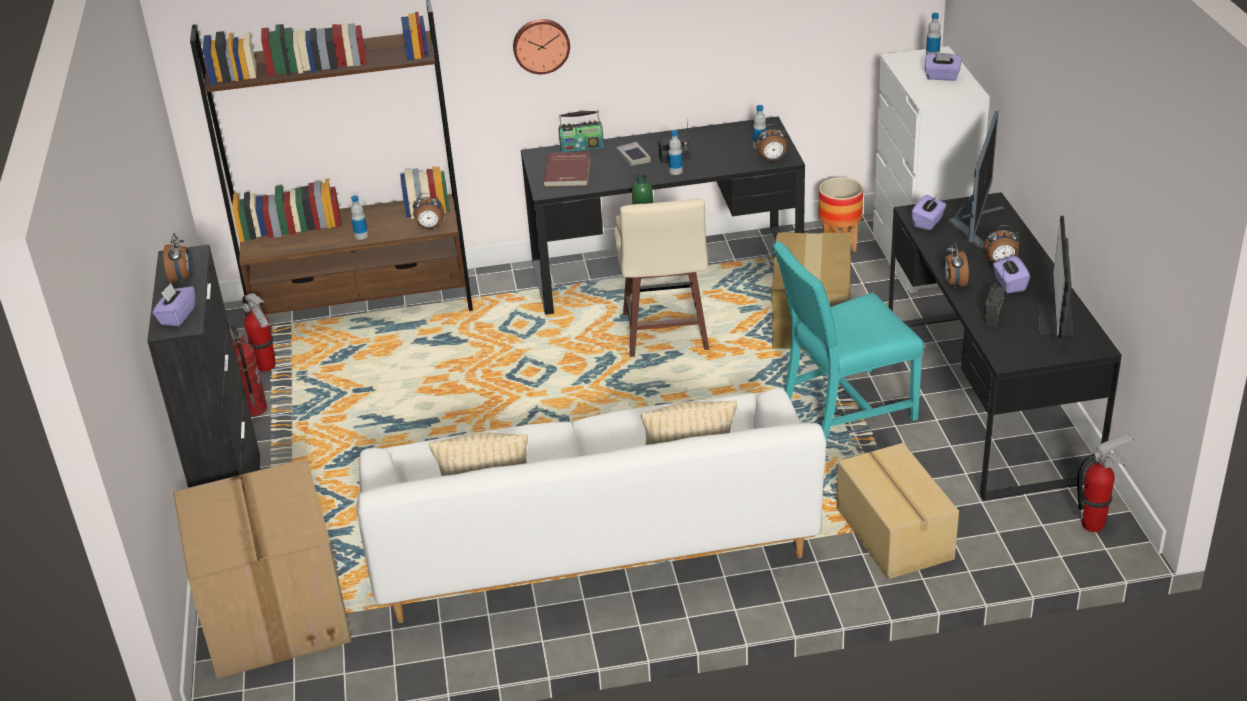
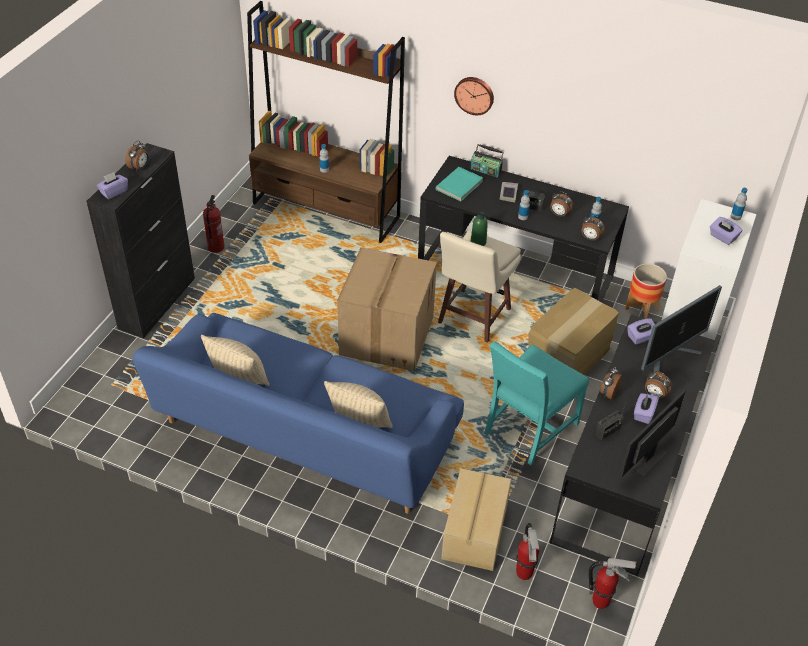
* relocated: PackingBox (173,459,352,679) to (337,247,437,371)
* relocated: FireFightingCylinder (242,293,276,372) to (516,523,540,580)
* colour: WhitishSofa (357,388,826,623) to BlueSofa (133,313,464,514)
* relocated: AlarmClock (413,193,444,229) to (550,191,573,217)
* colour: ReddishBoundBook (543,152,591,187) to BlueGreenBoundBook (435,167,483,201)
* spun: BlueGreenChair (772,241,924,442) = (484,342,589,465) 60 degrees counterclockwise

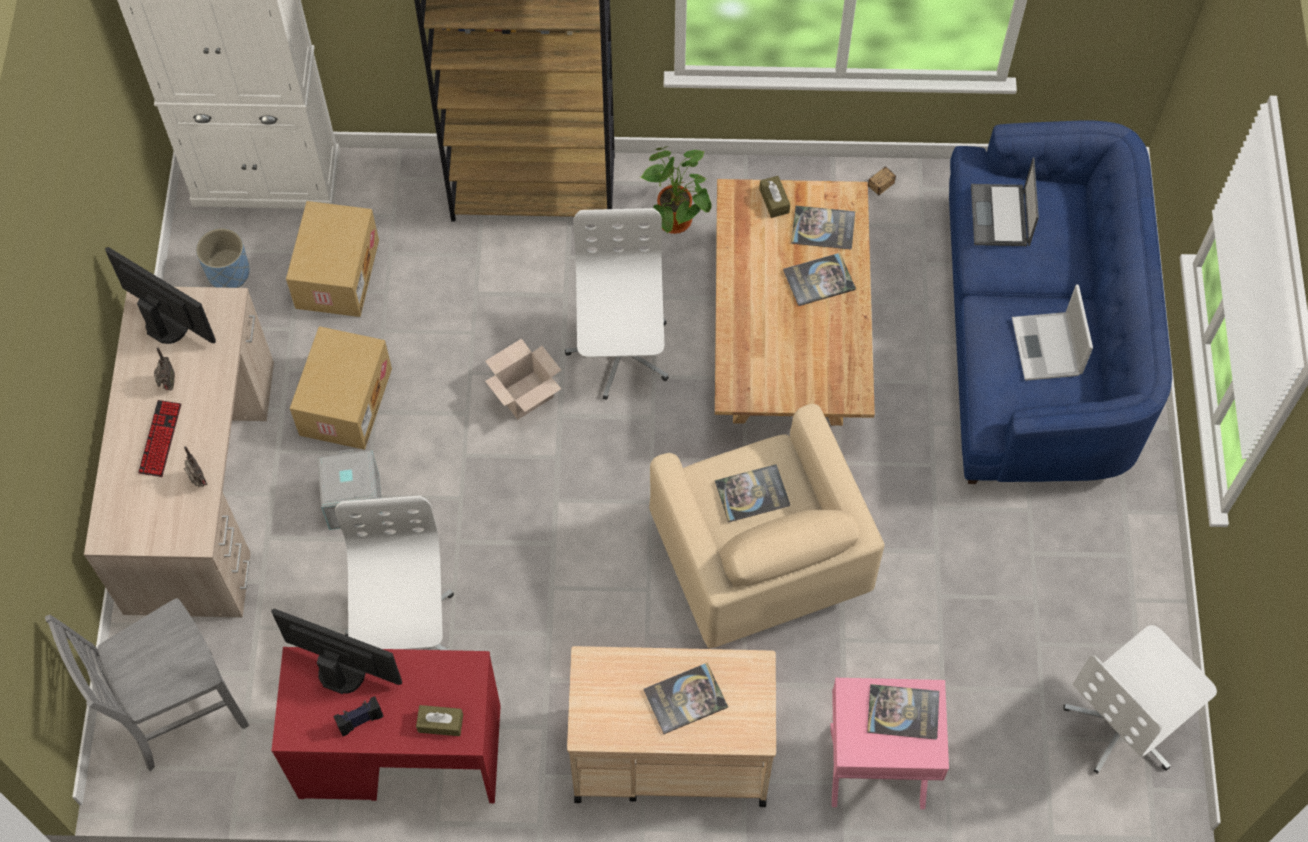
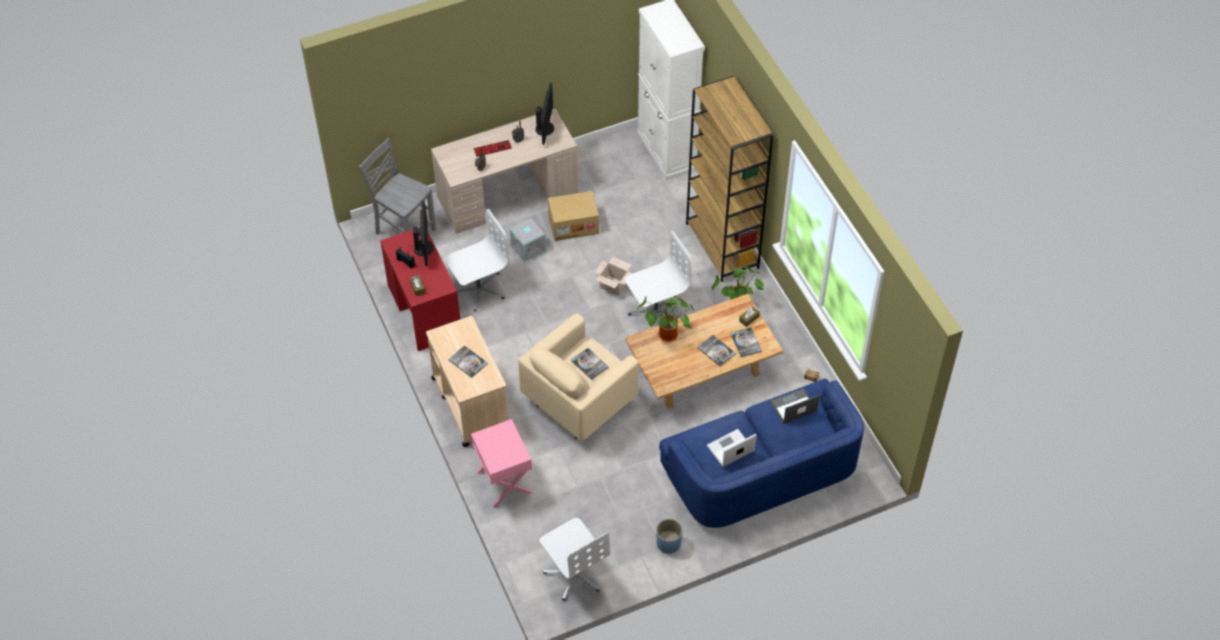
* relocated: BlueFlowerPot (196,228,250,288) to (656,519,683,554)
* missing: PackingBox (286,201,379,317)
* missing: BoundBook (867,684,939,740)
* spun: WhitishDeskChair (1063,625,1217,774) = (539,518,610,600) 150 degrees counterclockwise
* appeared: PottedPlant (637,296,694,342)

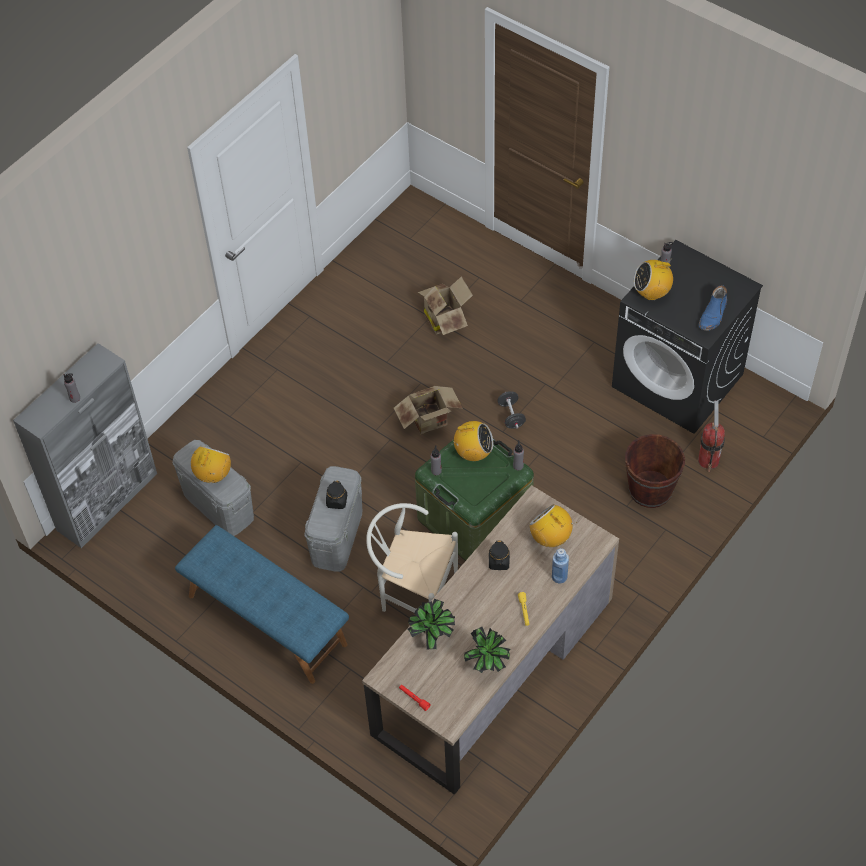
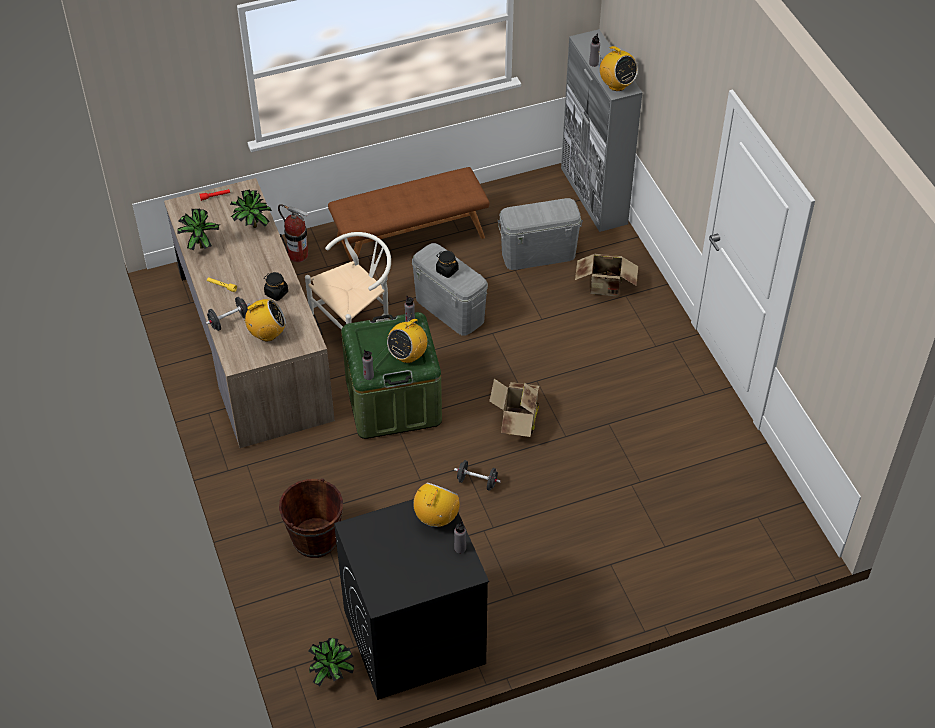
* colour: BlueLongSeat (175,525,349,684) to BrownLongSeat (328,167,490,262)
* relocated: RadioReceiver (191,446,231,483) to (600,46,638,91)
* relocated: PackingBox (418,277,473,335) to (575,254,638,297)
* exchanged: BlueBottle (552,548,569,584) to BlackHandWeight (205,297,250,331)
* relocated: FireFightingCylinder (698,401,725,472) to (278,204,309,262)
* missing: BlueBoot (699,285,727,331)
* appeared: PottedPlant (308,638,354,686)

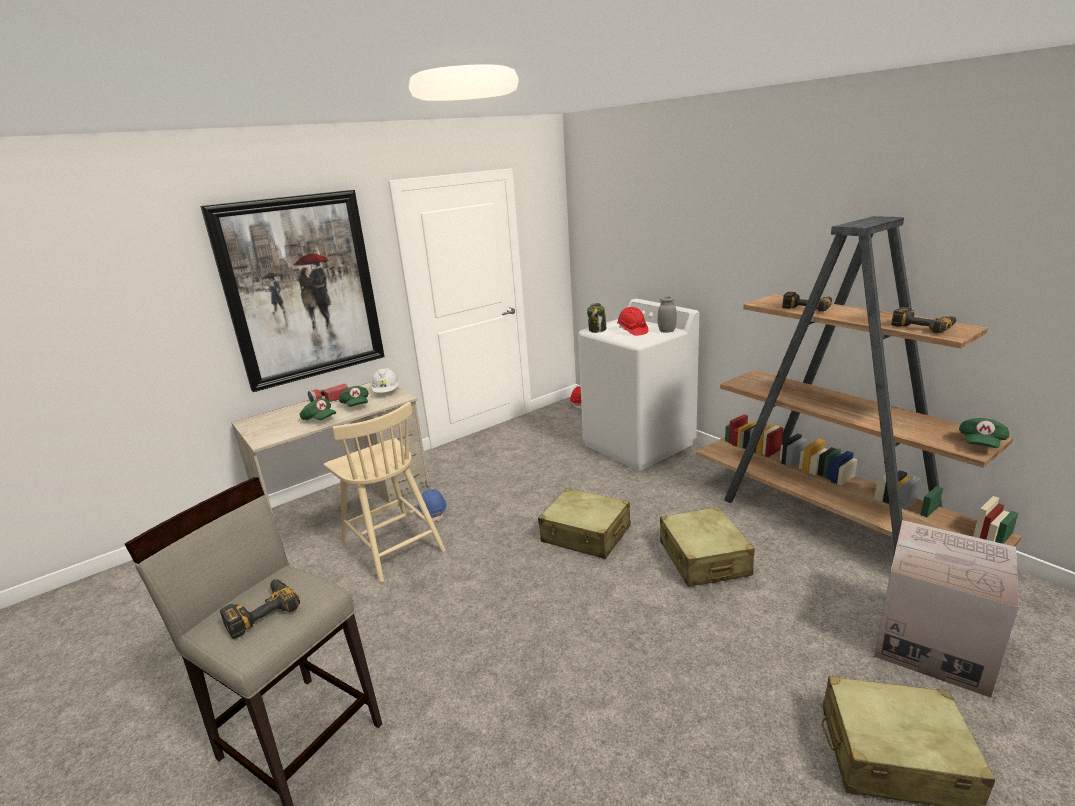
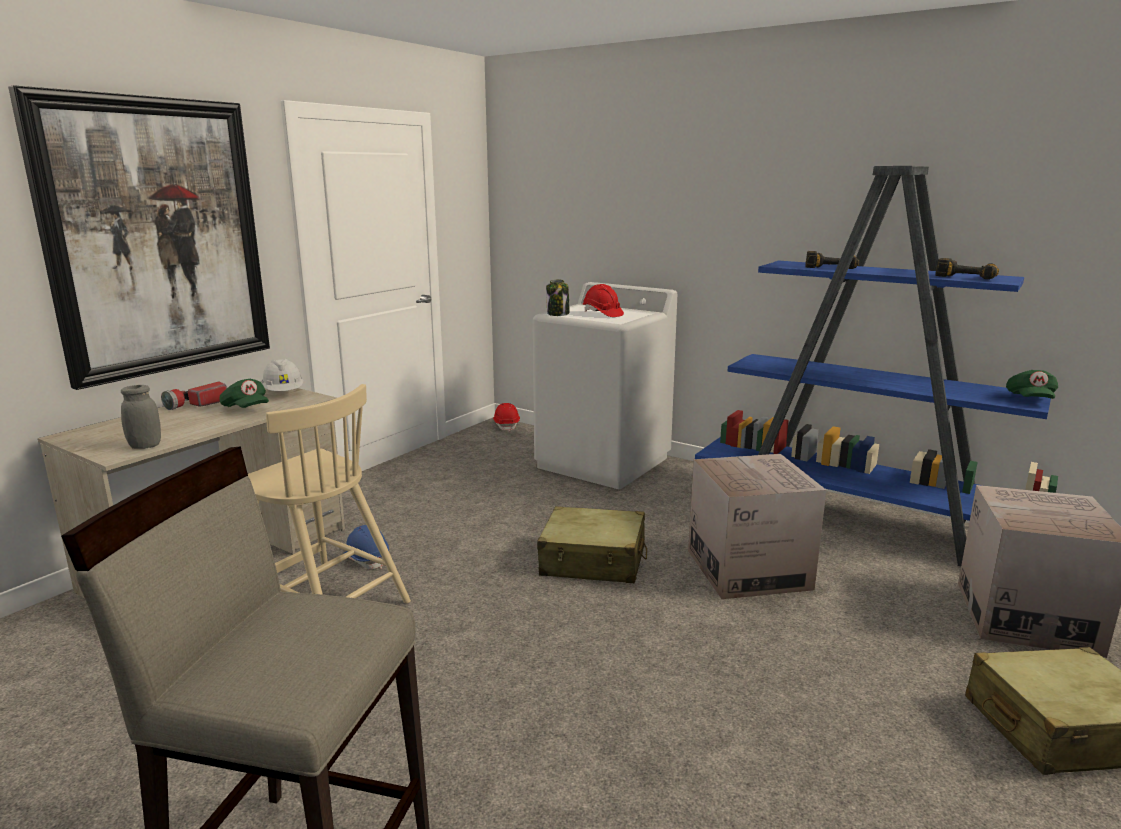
* missing: PowerDrill (220,579,300,639)
* missing: GreenishCap (300,398,336,420)
* relocated: GrayJar (658,297,677,332) to (121,385,161,449)
* exchanged: BeigeTravelCase (660,507,755,587) to PackingBox (688,454,826,599)
* colour: BrownBookshelf (696,216,1022,551) to BlueBookshelf (695,166,1058,567)

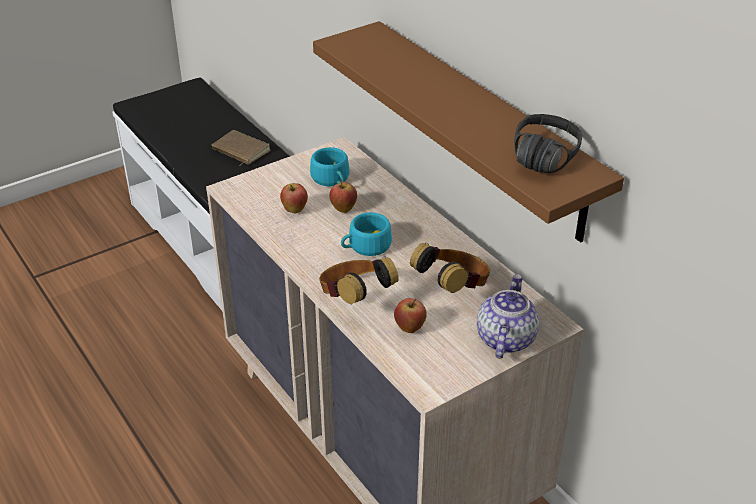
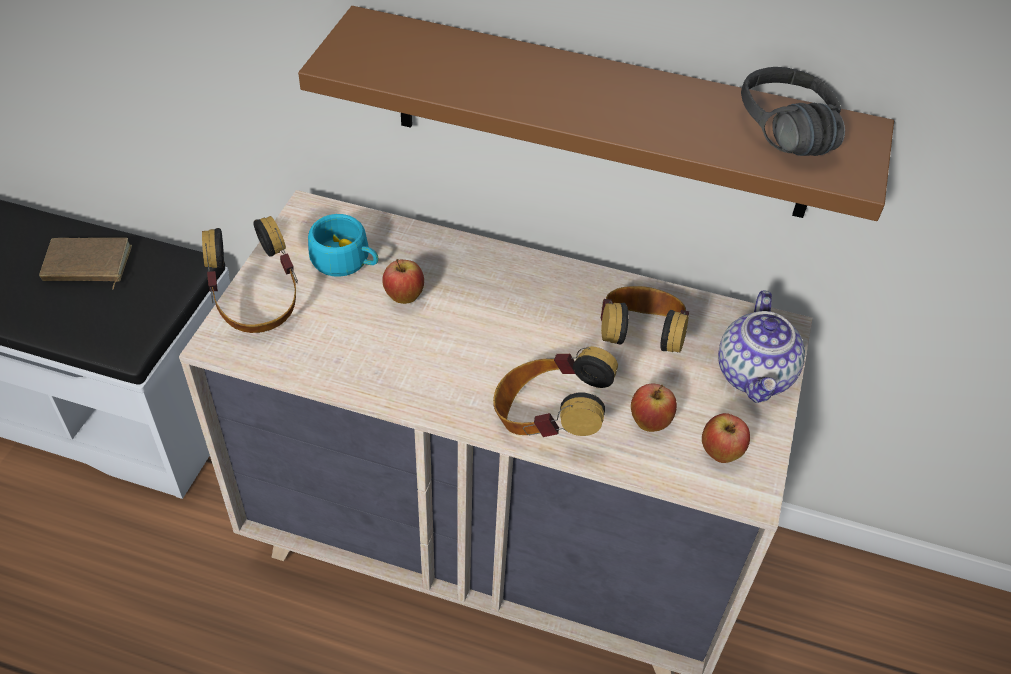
* relocated: AppleFruit (280,183,308,213) to (702,413,750,463)
* missing: BlueGreenDrinkingCup (341,212,392,256)
* spun: Teapot (477,274,539,359) = (718,290,805,403) 150 degrees counterclockwise
* appeared: Headset (202,216,298,333)

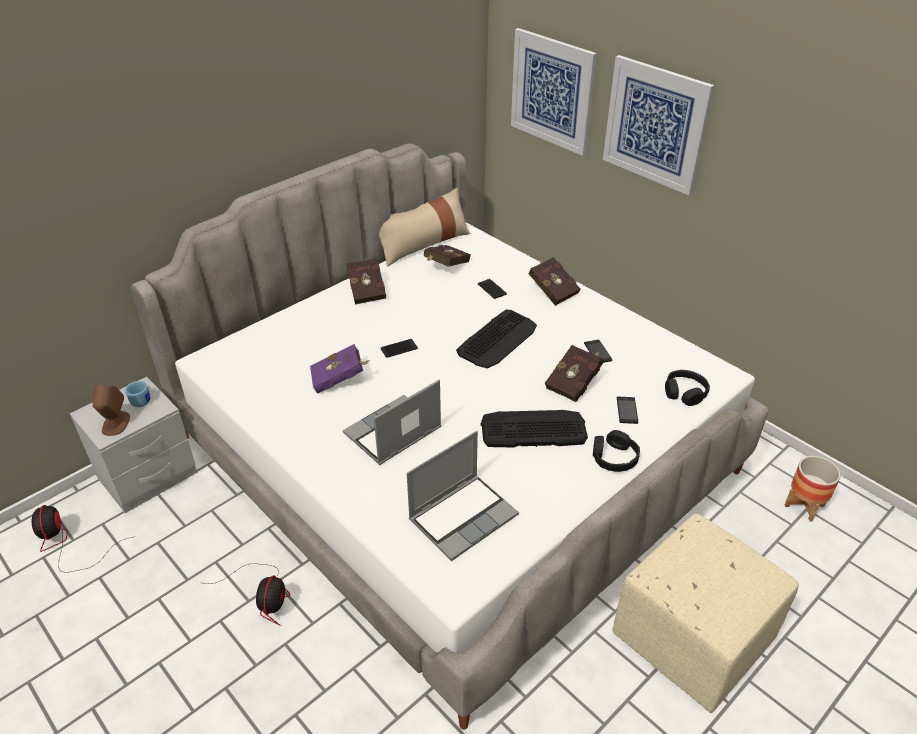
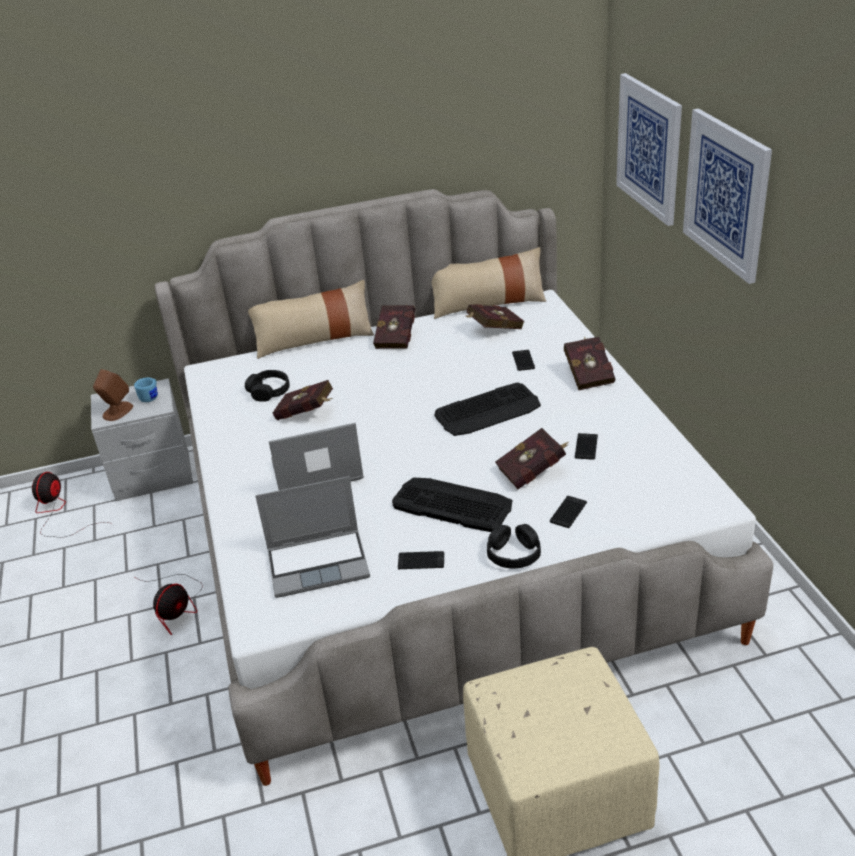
* colour: PurpleBoundBook (310,344,370,393) to ReddishBoundBook (273,380,333,420)
* relocated: Telephone (381,339,418,358) to (398,551,444,569)
* relocated: BlackHeadset (665,370,710,406) to (245,370,290,402)
* missing: FlowerPot (785,456,840,521)
* appeared: BeigePillow (248,280,374,359)

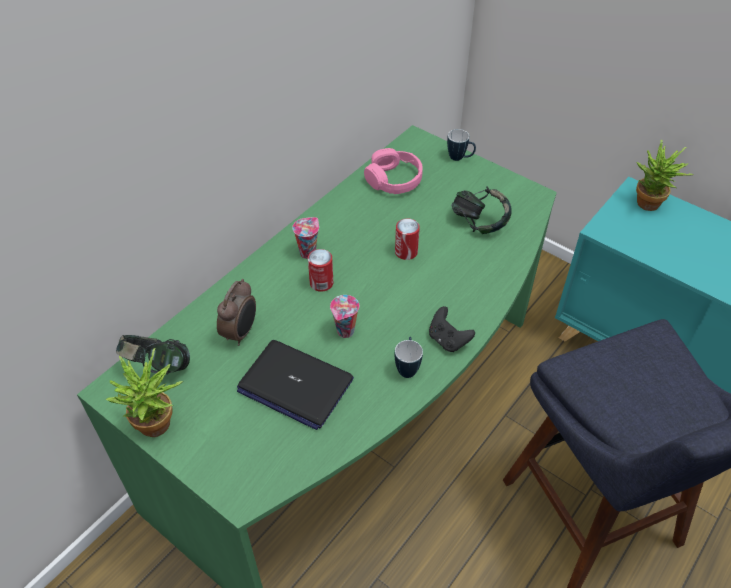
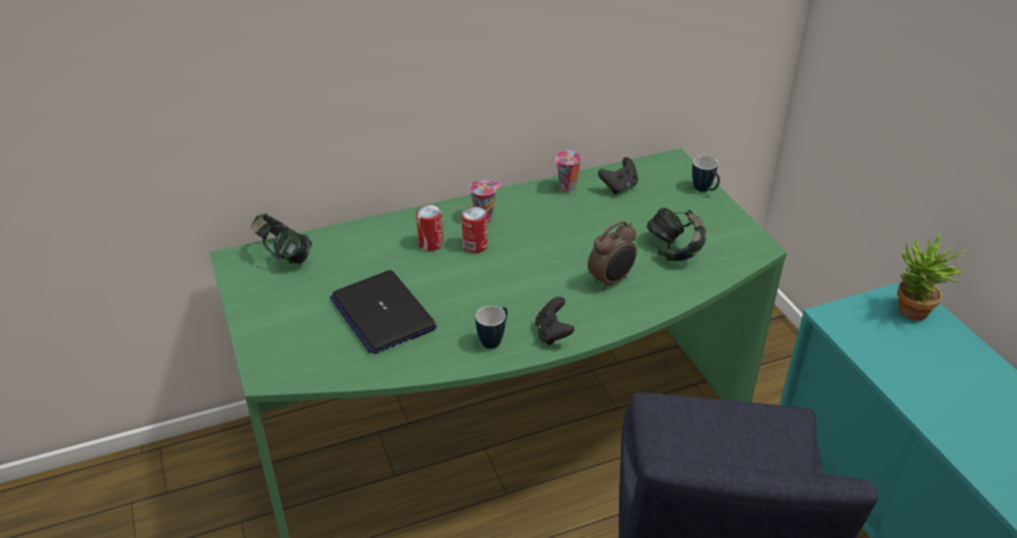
* missing: PottedPlant (105,348,183,437)
* relocated: AlarmClock (217,279,256,346) to (588,221,637,290)
* relocated: DrinkingCup (330,295,359,338) to (555,150,582,193)
* exchanged: PinkColouredHeadset (364,148,423,194) to BlackGameController (598,157,638,194)
* relocated: MetalCan (395,219,420,260) to (416,205,443,251)

